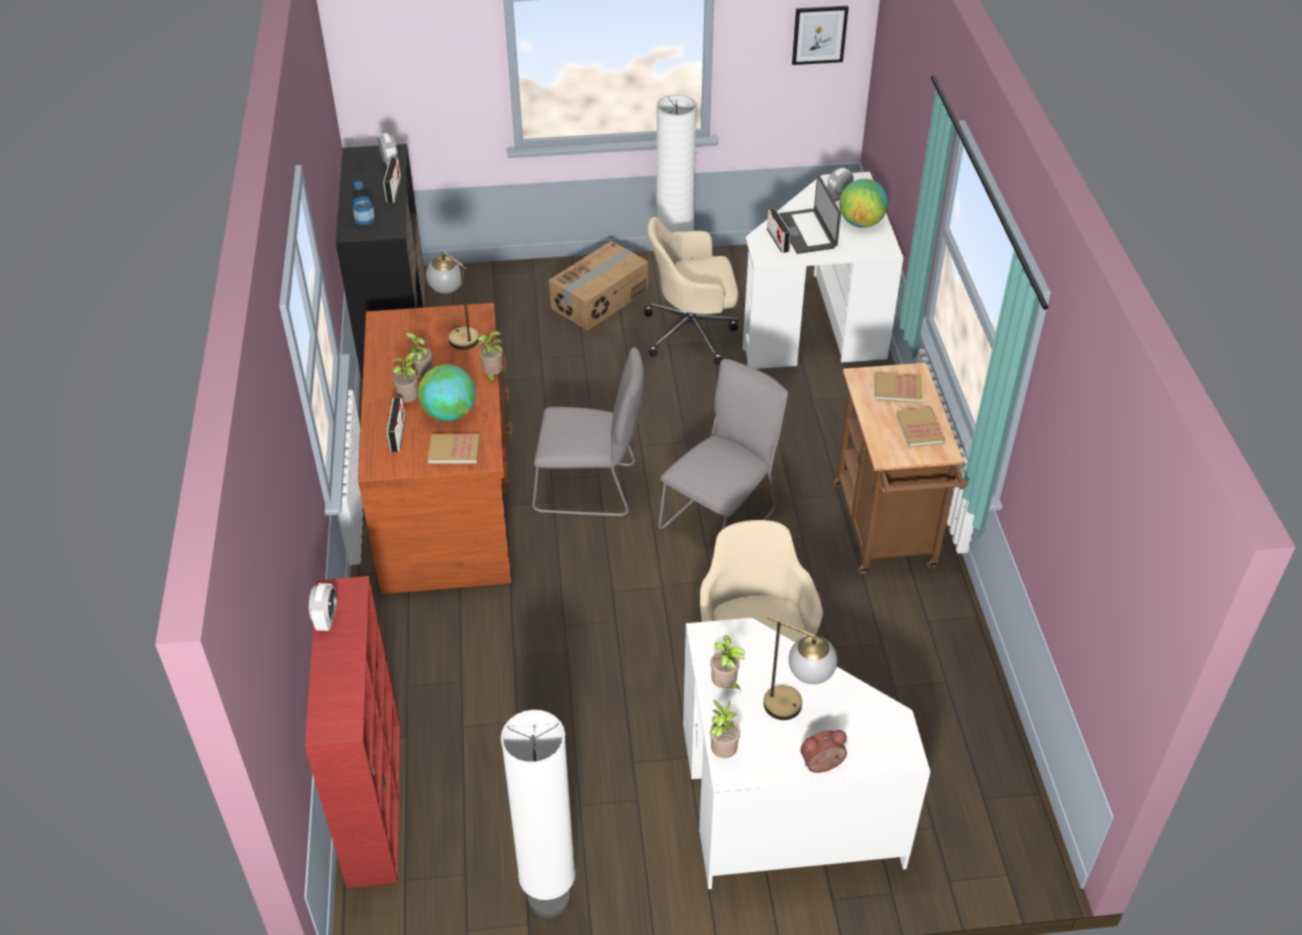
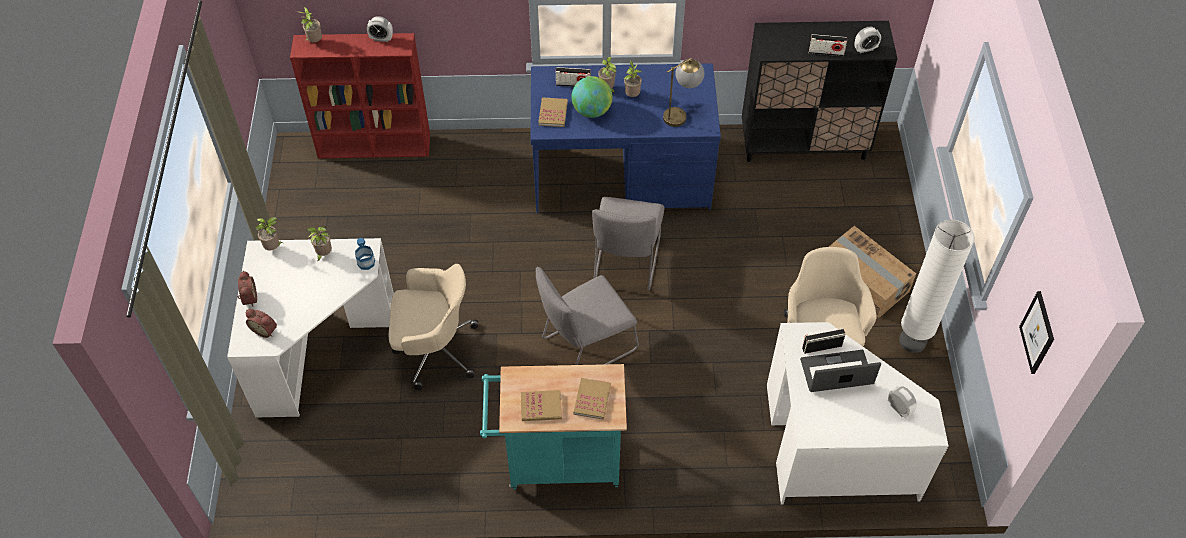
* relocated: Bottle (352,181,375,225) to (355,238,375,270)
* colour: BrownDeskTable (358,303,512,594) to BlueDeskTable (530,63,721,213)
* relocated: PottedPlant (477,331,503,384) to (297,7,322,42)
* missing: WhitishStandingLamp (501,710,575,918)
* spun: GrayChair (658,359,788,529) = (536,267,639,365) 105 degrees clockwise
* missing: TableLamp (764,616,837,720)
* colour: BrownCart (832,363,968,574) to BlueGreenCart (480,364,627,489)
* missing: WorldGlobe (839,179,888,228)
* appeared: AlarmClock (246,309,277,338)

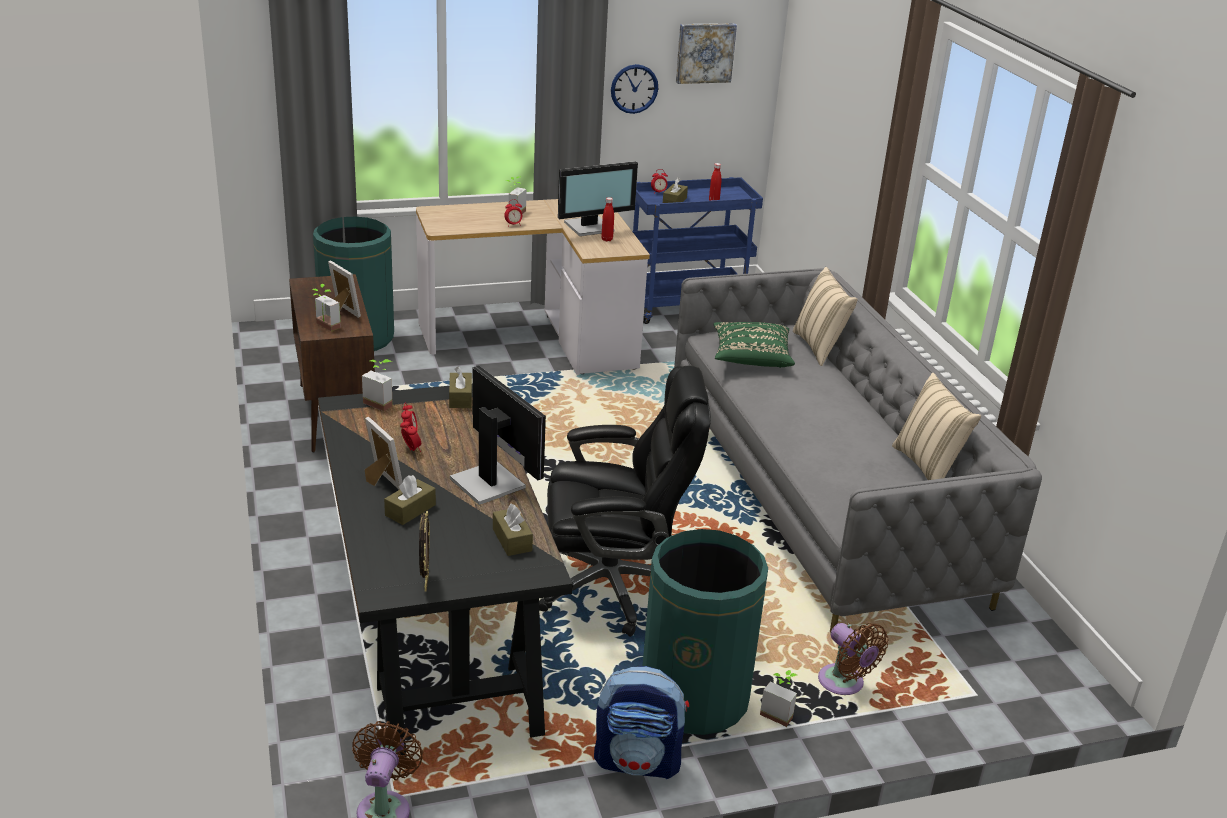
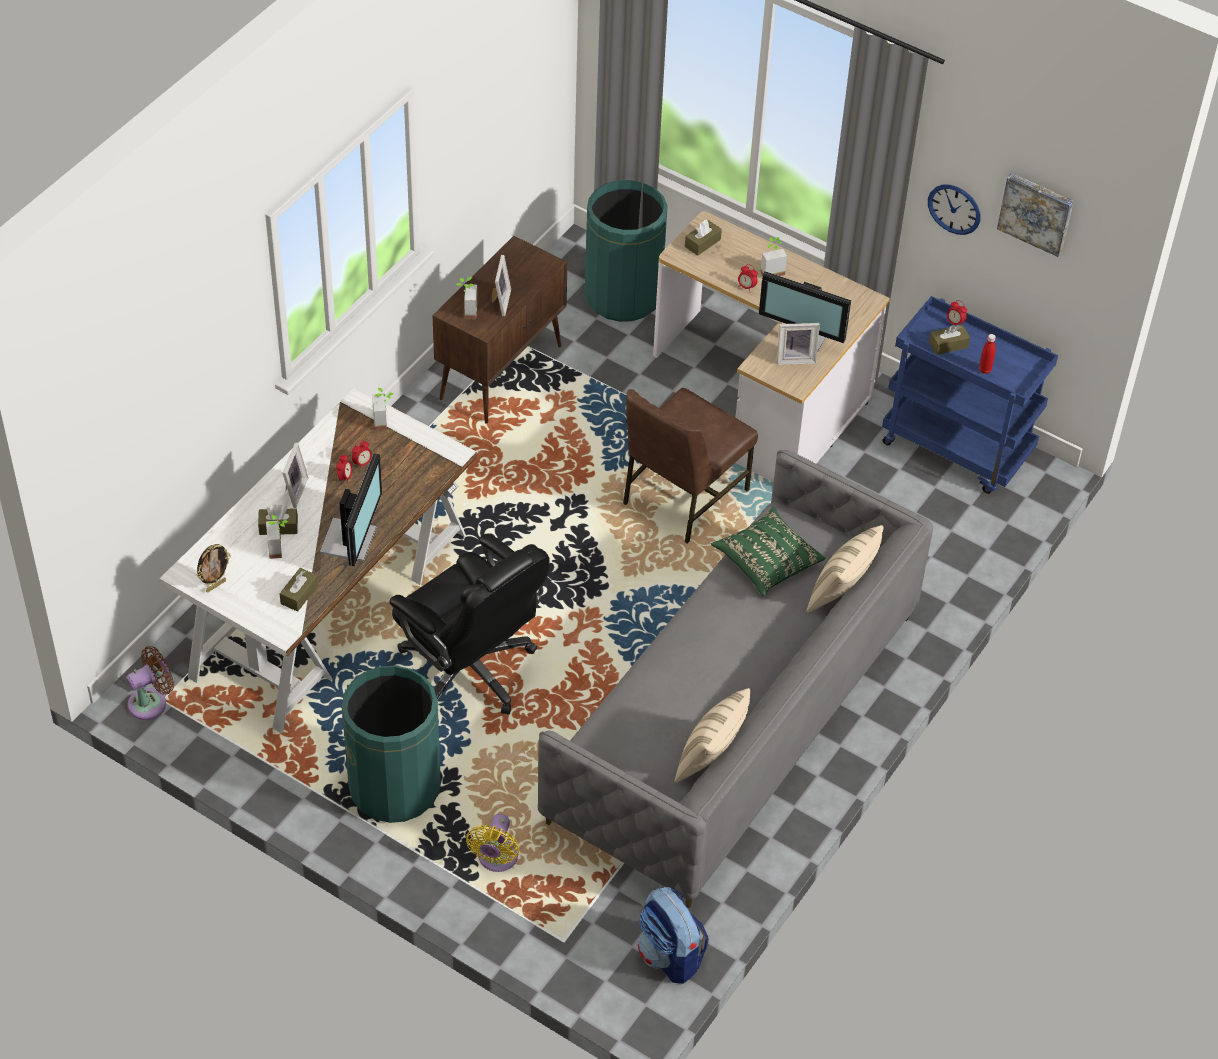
* colour: BlackDeskTable (318,386,572,757) to WhitishDeskTable (160,387,477,734)
* relocated: BrownBoxOfTissues (449,367,472,408) to (685,220,722,256)
* relocated: Backpack (594,666,689,779) to (638,887,709,984)
* exchanged: ReddishBottle (601,197,614,242) to StandingFrame (777,323,820,365)
* relocated: PottedPlant (760,670,797,727) to (266,515,289,559)
* colour: BrownCoolingFan (818,623,889,695) to YellowishCoolingFan (466,814,519,872)
* appeared: BrownChair (623,388,758,544)

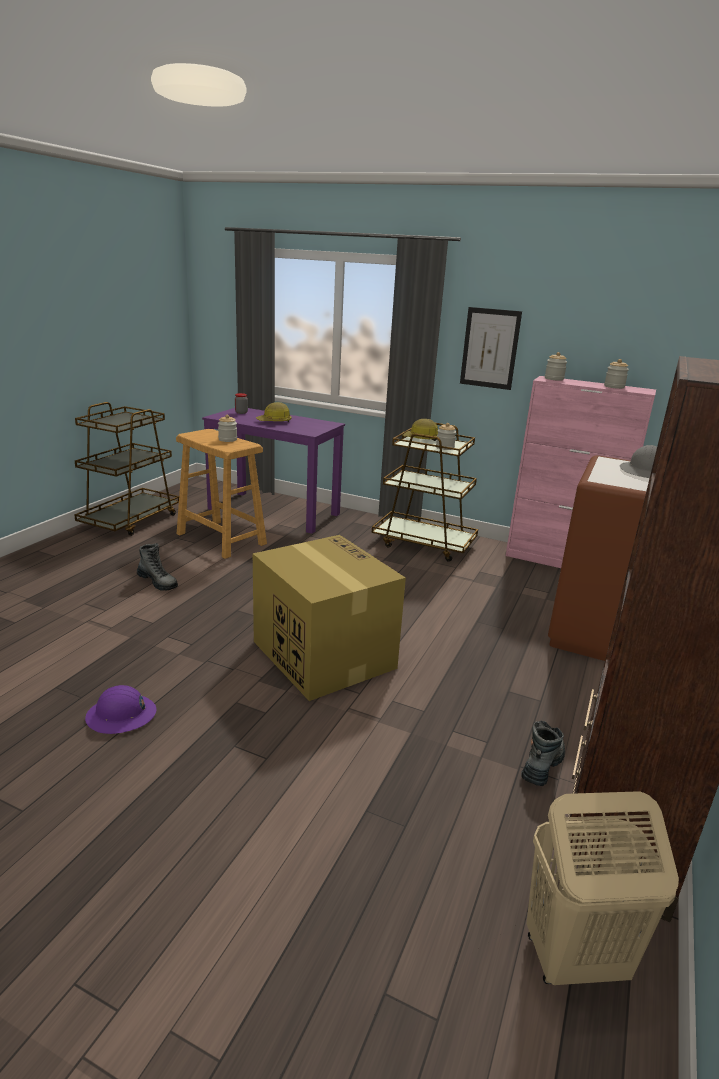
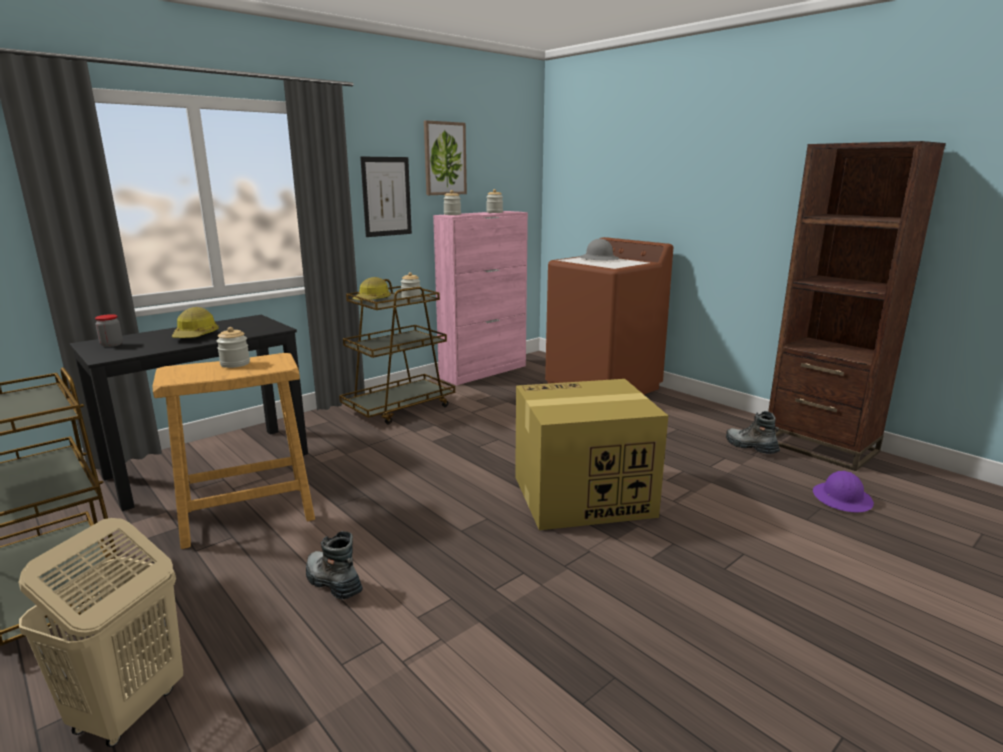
* relocated: PurpleHardHat (85,685,157,734) to (813,471,874,513)
* spun: Boot (137,543,178,591) = (306,531,363,599) 105 degrees counterclockwise
* colour: PurpleDeskTable (202,408,345,534) to BlackDeskTable (69,315,308,511)
* relocated: BeigeWashingBasket (526,791,679,985) to (19,518,183,747)
* appeared: WallArt (424,120,467,195)

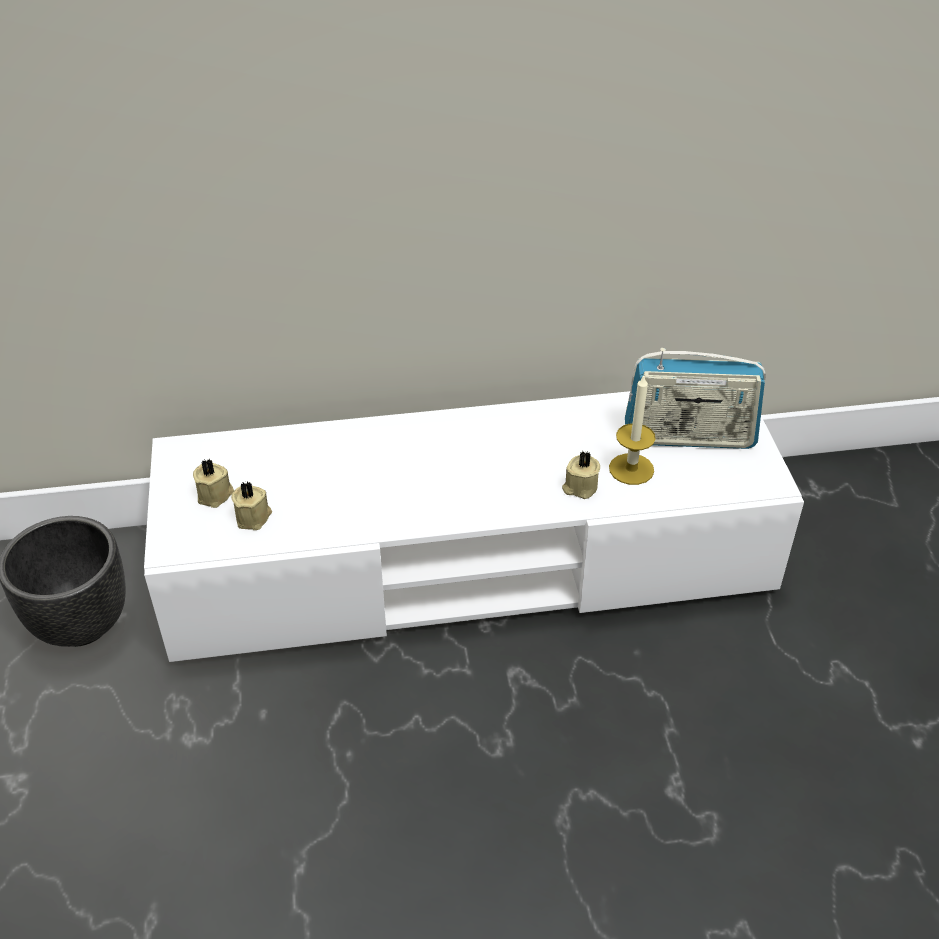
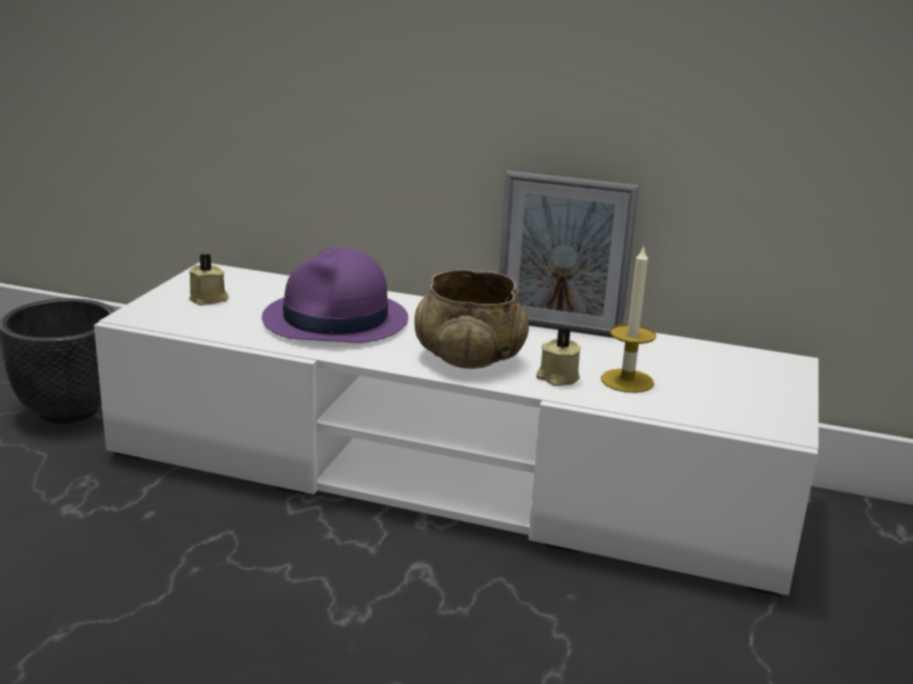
* missing: BeigeCandle (231,481,272,530)
* missing: RadioReceiver (625,348,766,449)
* appeared: PurpleHat (262,247,408,343)
* appeared: BeigeBowl (414,269,529,369)
* appeared: StandingFrame (499,171,639,338)

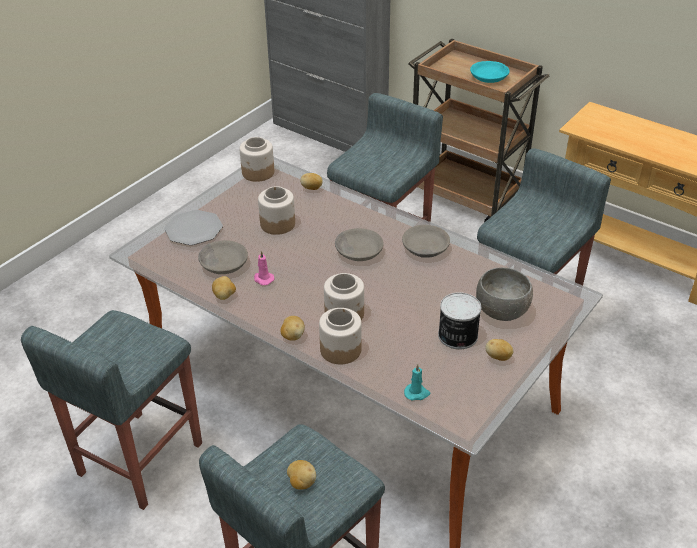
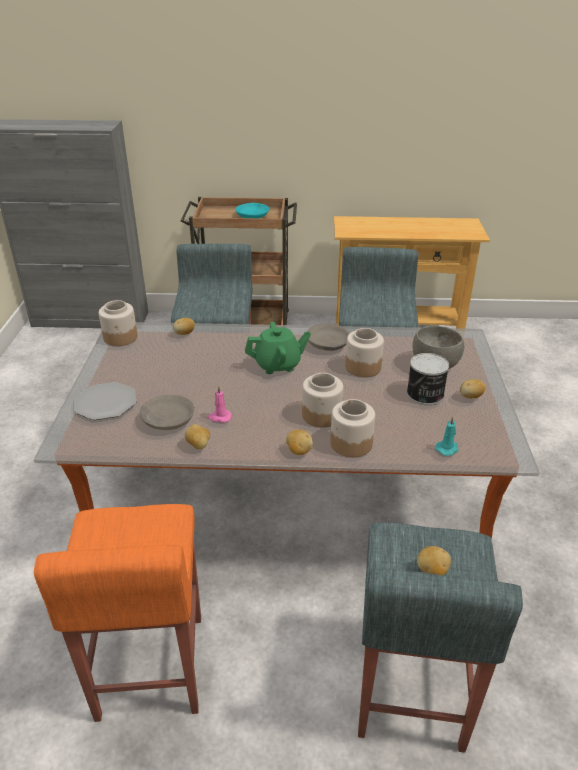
* colour: GrayStool (21,310,202,510) to OrangeStool (34,504,201,722)
* relocated: Jar (258,186,295,235) to (345,328,384,377)
* exchanged: GrayBowl (335,228,384,261) to GreenishTeapot (245,322,311,374)

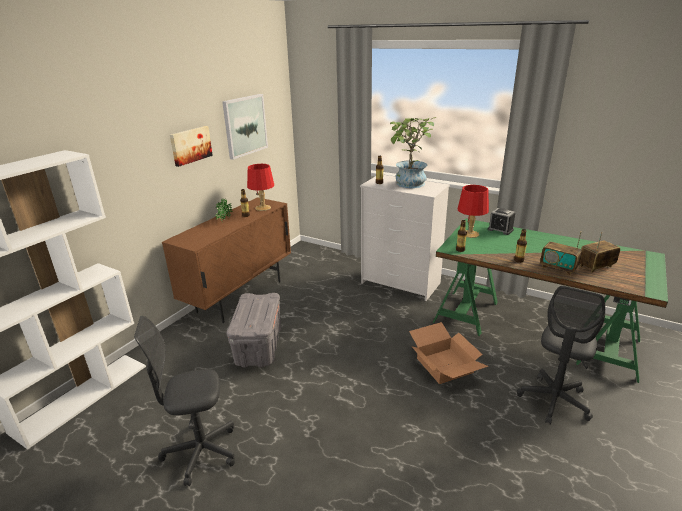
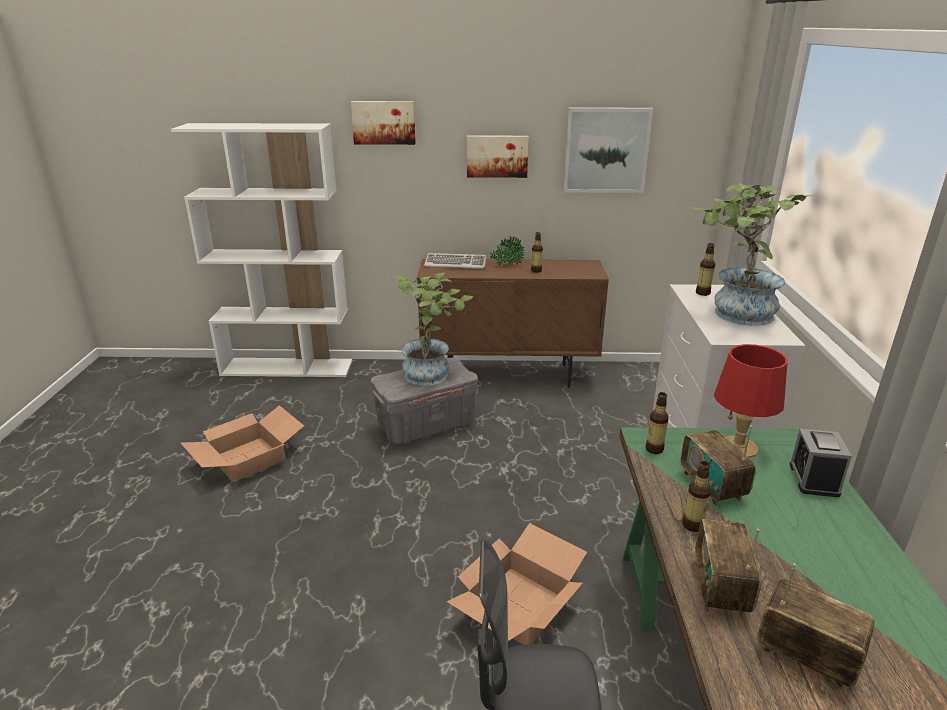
* exchanged: GrayDeskChair (134,316,235,486) to PackingBox (181,405,304,482)
* missing: ReddishTableLamp (247,164,274,211)
* appeared: WallArt (351,101,416,145)
* appeared: PottedPlant (395,273,473,386)
* appeared: PcKeyboard (424,253,487,269)
* appeared: RadioReceiver (680,426,756,506)

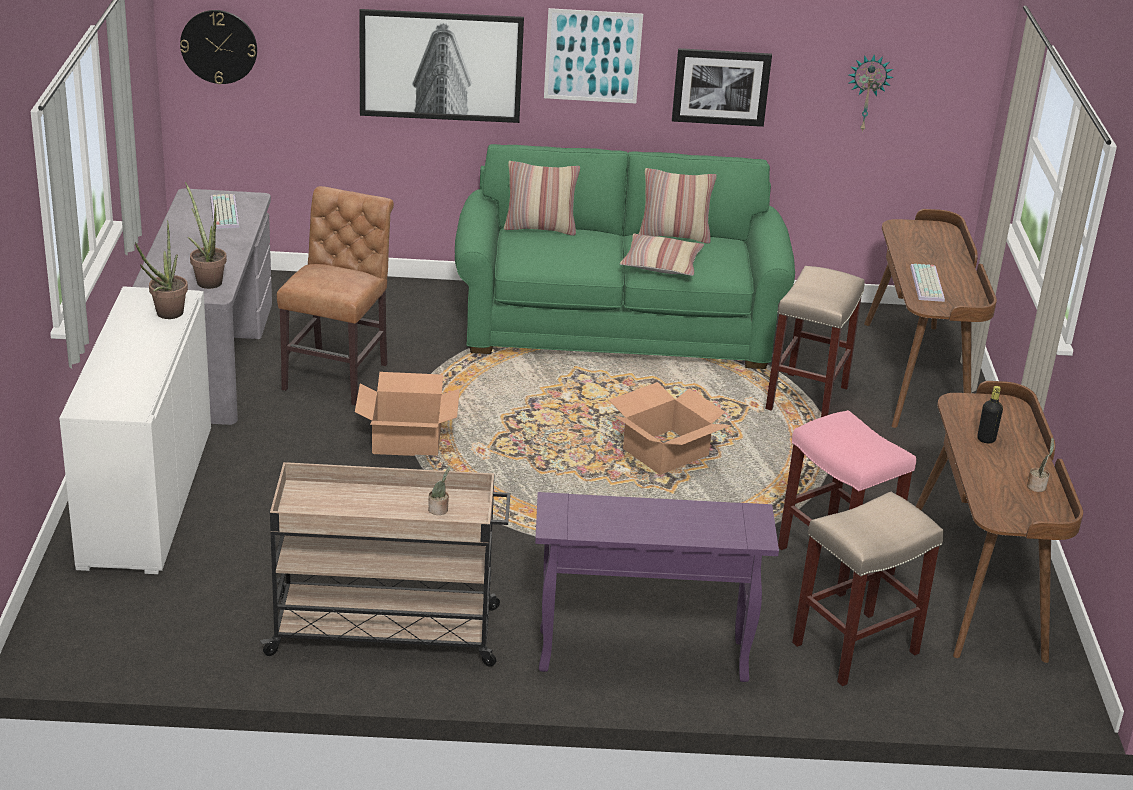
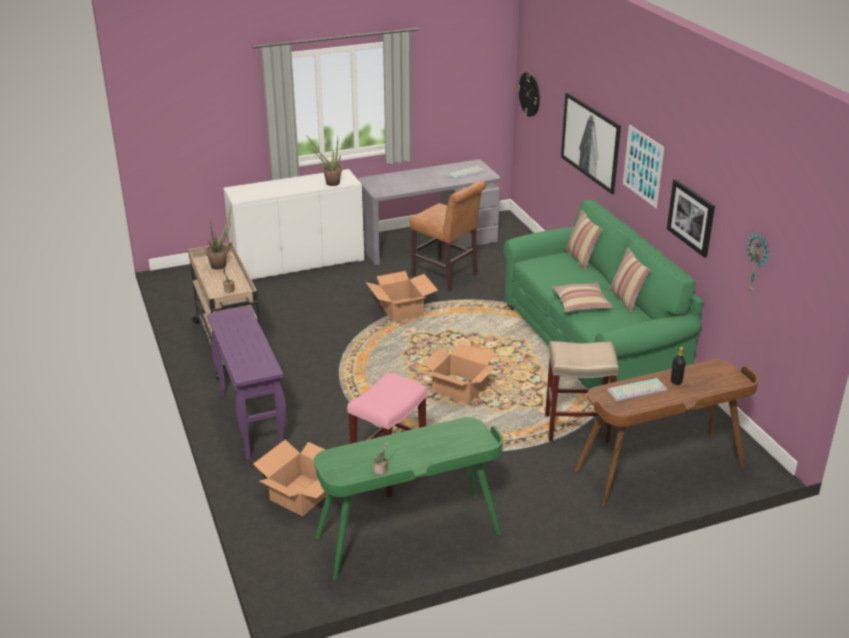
* relocated: PottedPlant (185,182,227,289) to (206,207,231,270)
* spun: BrownChair (277,186,394,406) = (410,180,486,291) 45 degrees clockwise
* exchanged: BeigeStool (792,491,944,686) to PackingBox (253,440,327,516)
* colour: BrownDeskTable (915,381,1083,663) to GreenishDeskTable (314,417,503,580)
* relocated: BlackBottle (977,386,1003,443) to (671,347,686,385)

